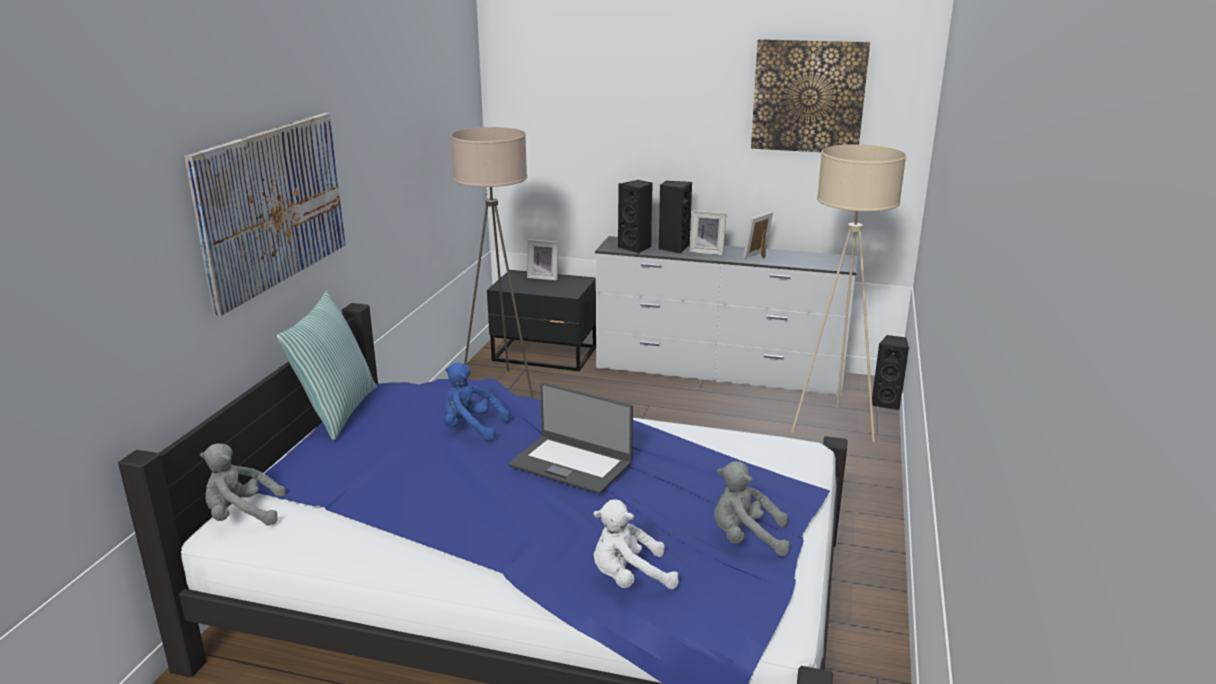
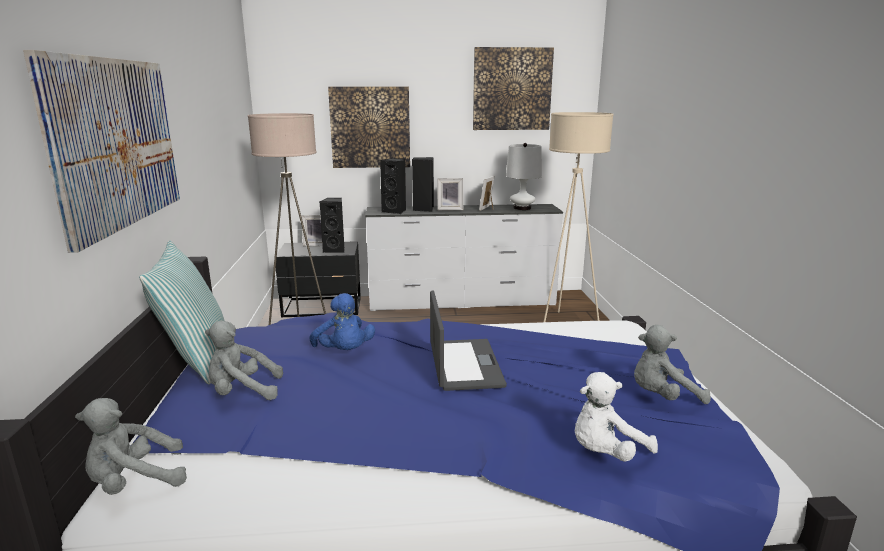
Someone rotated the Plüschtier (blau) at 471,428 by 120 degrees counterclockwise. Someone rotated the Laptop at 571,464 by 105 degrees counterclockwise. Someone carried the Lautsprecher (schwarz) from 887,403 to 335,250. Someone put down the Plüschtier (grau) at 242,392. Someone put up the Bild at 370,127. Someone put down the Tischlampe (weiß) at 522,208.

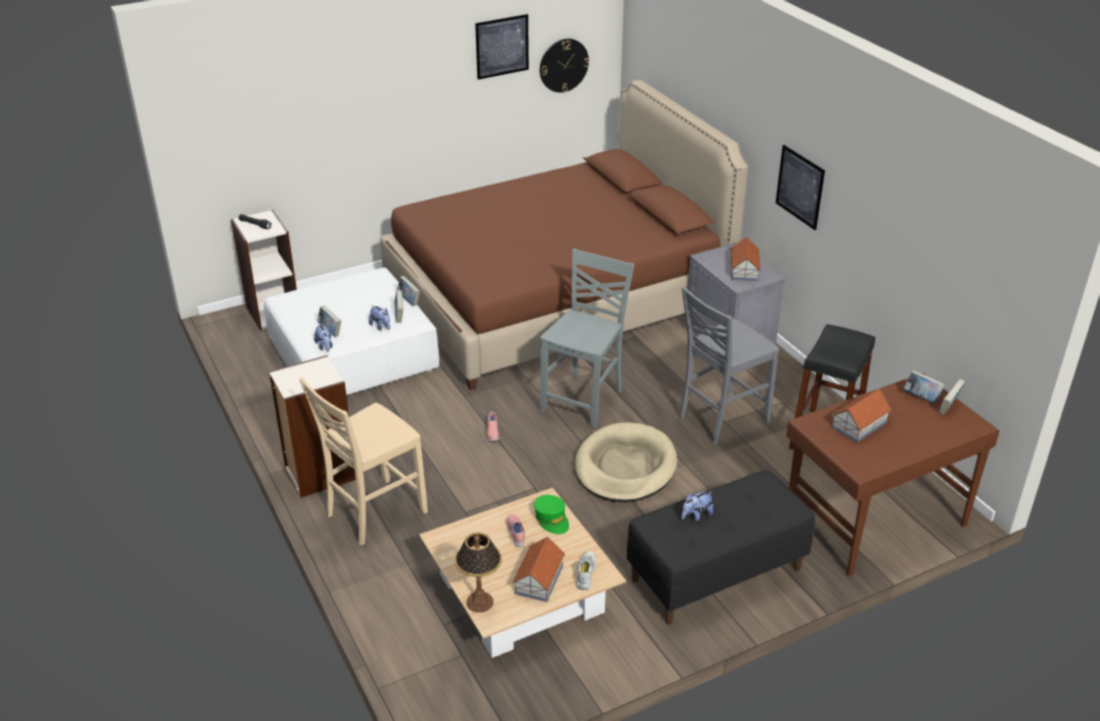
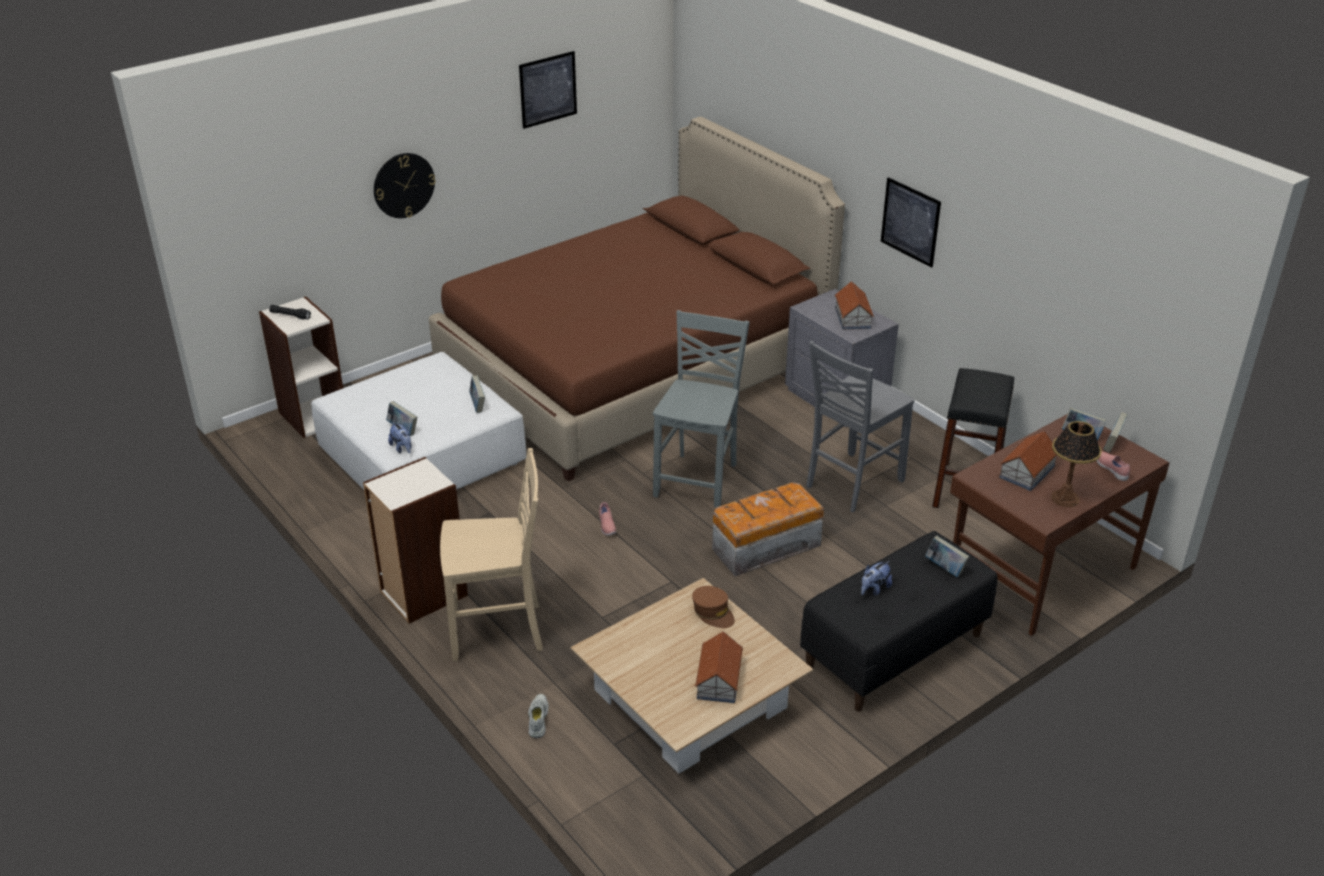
Someone rotated the Stuhl (beige) at 374,513 by 135 degrees counterclockwise. Someone took away the Plüschtier at 381,327. Someone carried the Buch from 409,300 to 945,568. Someone carried the Tischlampe from 480,602 to 1065,498. Someone carried the Schuh (rosa) from 516,534 to 1111,470. Someone repainted the Kappe (grün) at 552,519, which became the Kappe (braun) at 713,612. Someone carried the Wanduhr from 563,65 to 403,185. Someone swapped the Hundebett (beige) at 625,467 for the Aufbewahrungsbox at 763,547. Someone carried the Schuh (weiß) from 585,573 to 537,719.

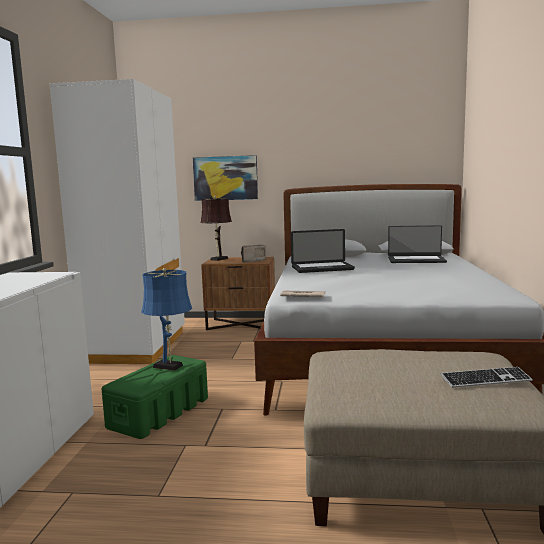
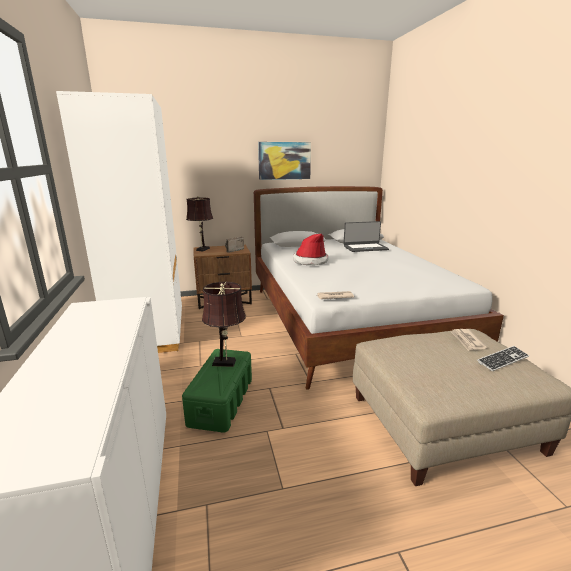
Someone repainted the Tischlampe (blau) at 170,367, which became the Tischlampe (braun) at 226,363. Someone carried the Bild from 225,178 to 284,160. Someone swapped the Laptop at 322,268 for the Hut at 310,261. Someone put down the Zeitung at 467,341.

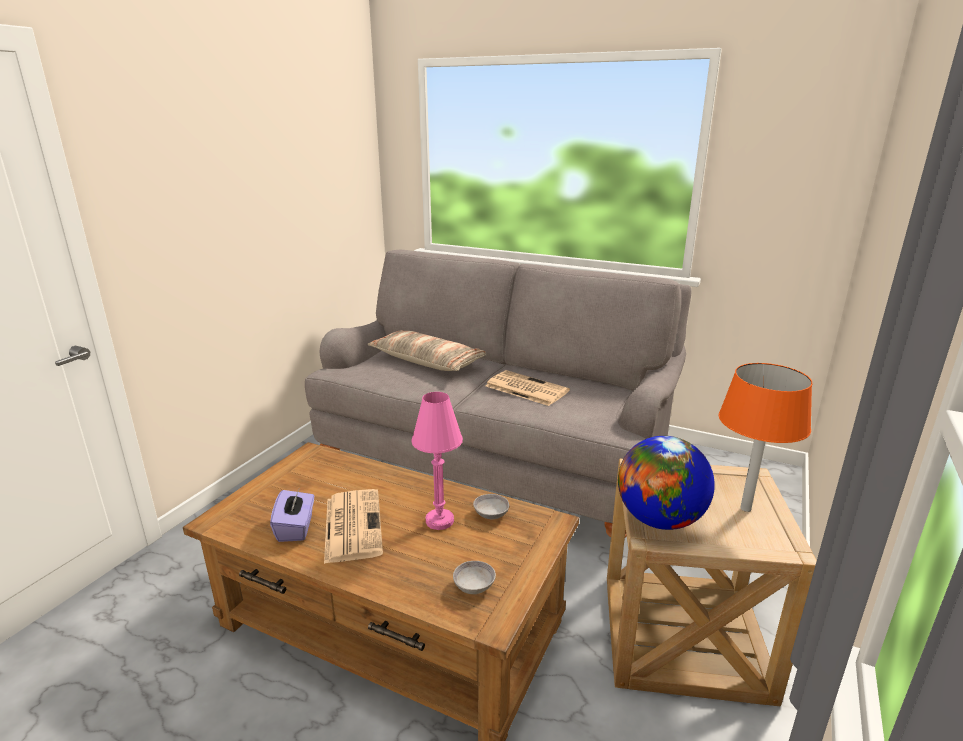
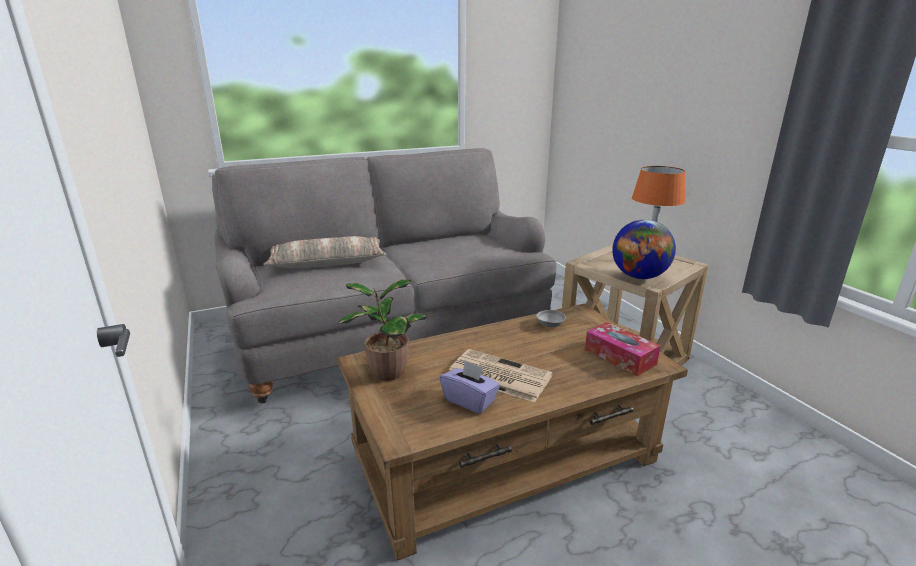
Someone took away the Tischlampe (rosa) at 439,521. Someone swapped the Schüssel (grau) at 474,586 for the Taschentuchbox at 620,356. Someone took away the Zeitung at 525,388. Someone put down the Topfpflanze at 386,372.

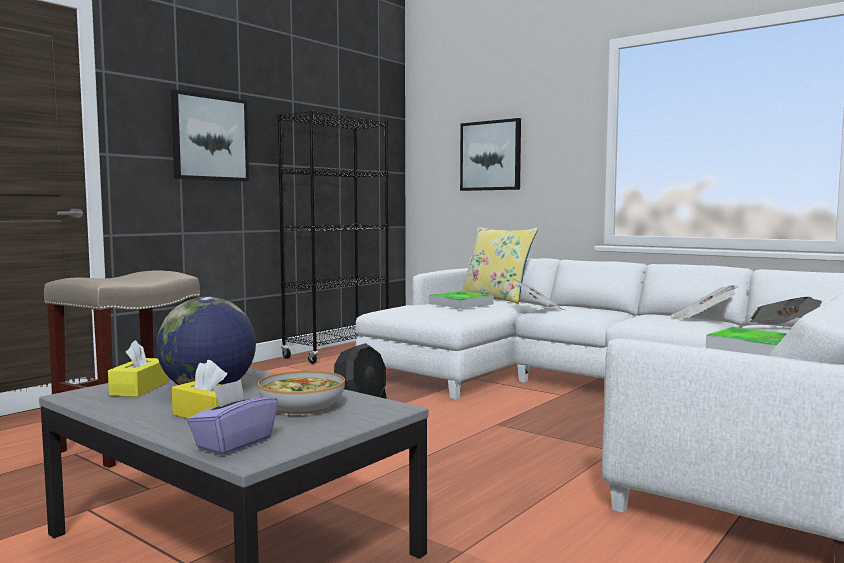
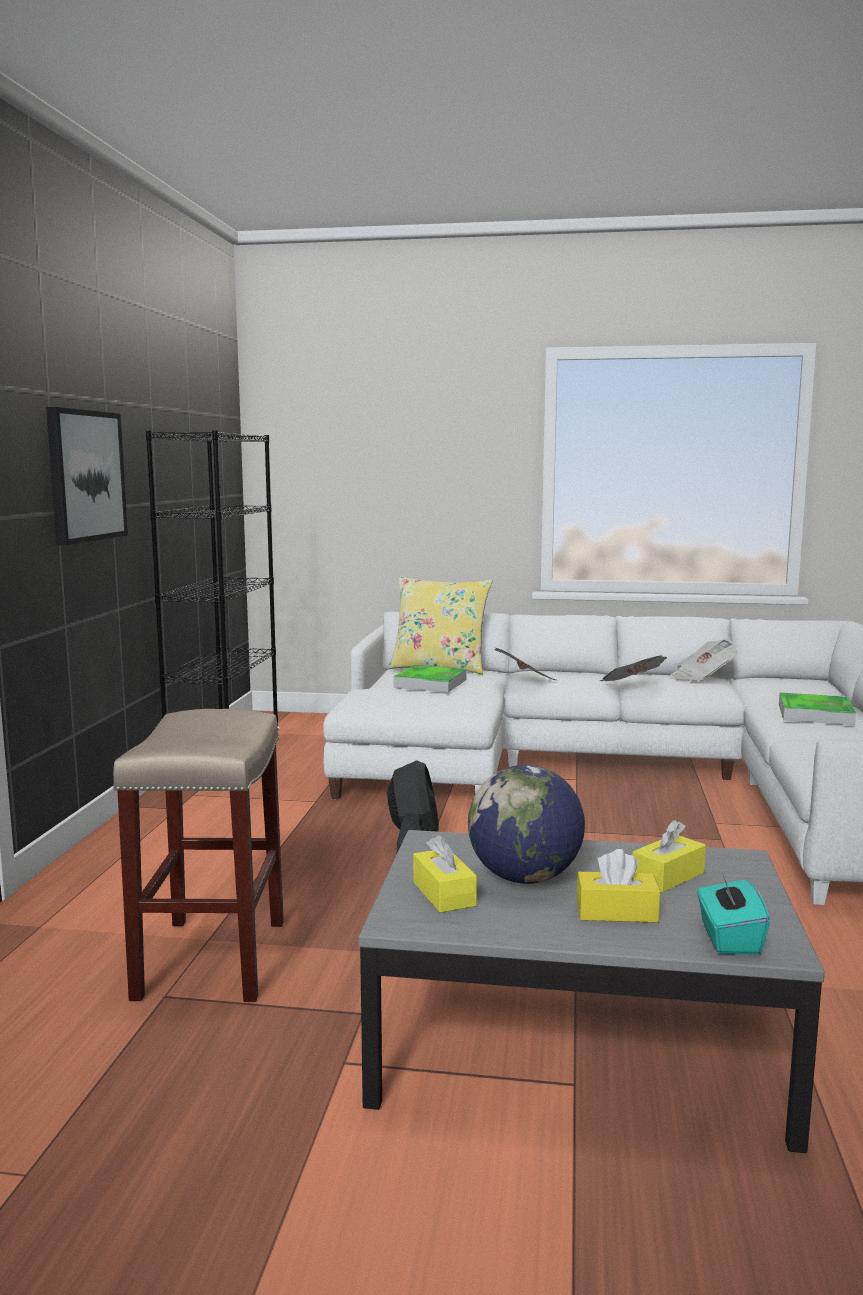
Someone repainted the Taschentuchbox (lila) at 233,443, which became the Taschentuchbox (türkis) at 729,938. Someone swapped the Schüssel at 302,407 for the Taschentuchbox (gelb) at 667,876. Someone took away the Bild at 491,155. Someone carried the Zeitung from 783,329 to 632,686.

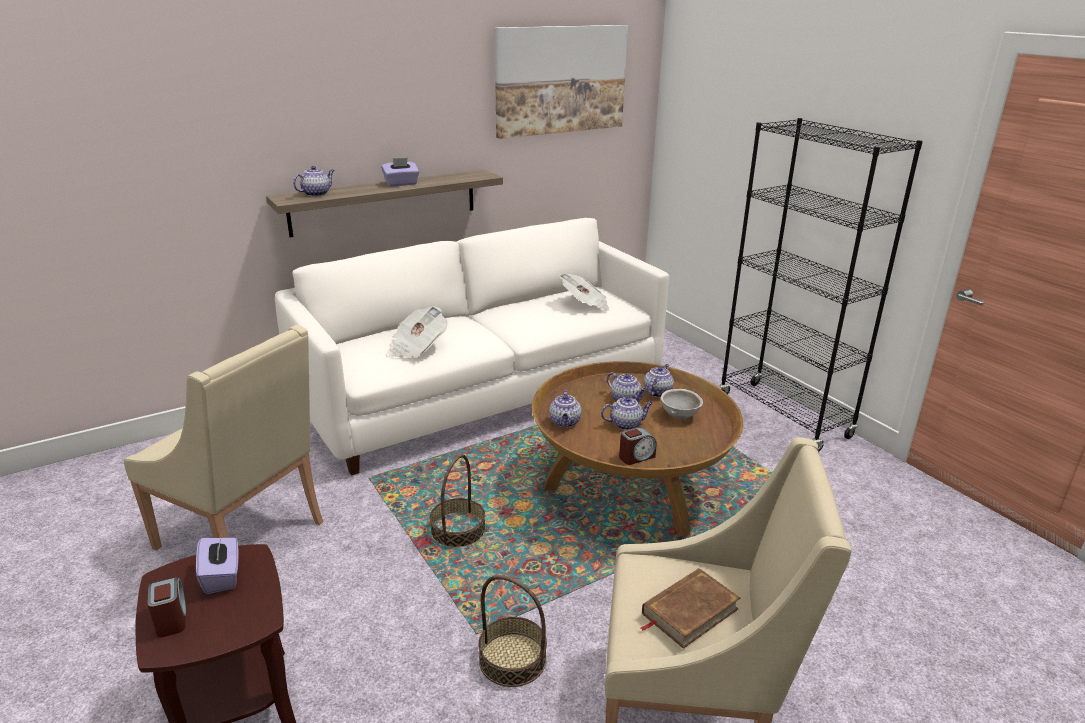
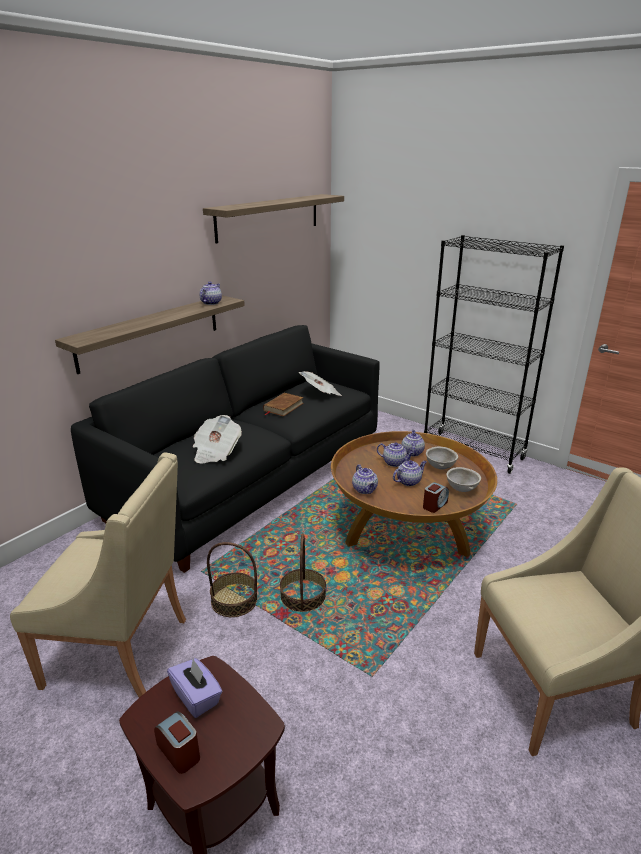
Someone repainted the Sofa (weiß) at 483,394, which became the Sofa (schwarz) at 250,479. Someone carried the Teekanne from 316,194 to 211,303. Someone took away the Taschentuchbox (lila) at 401,184. Someone carried the Korb from 512,659 to 234,600. Someone swapped the Bild at 560,80 for the Wandregal at 269,217. Someone carried the Buch (braun) from 689,611 to 283,407. Someone put down the Schüssel (grau) at 462,489.

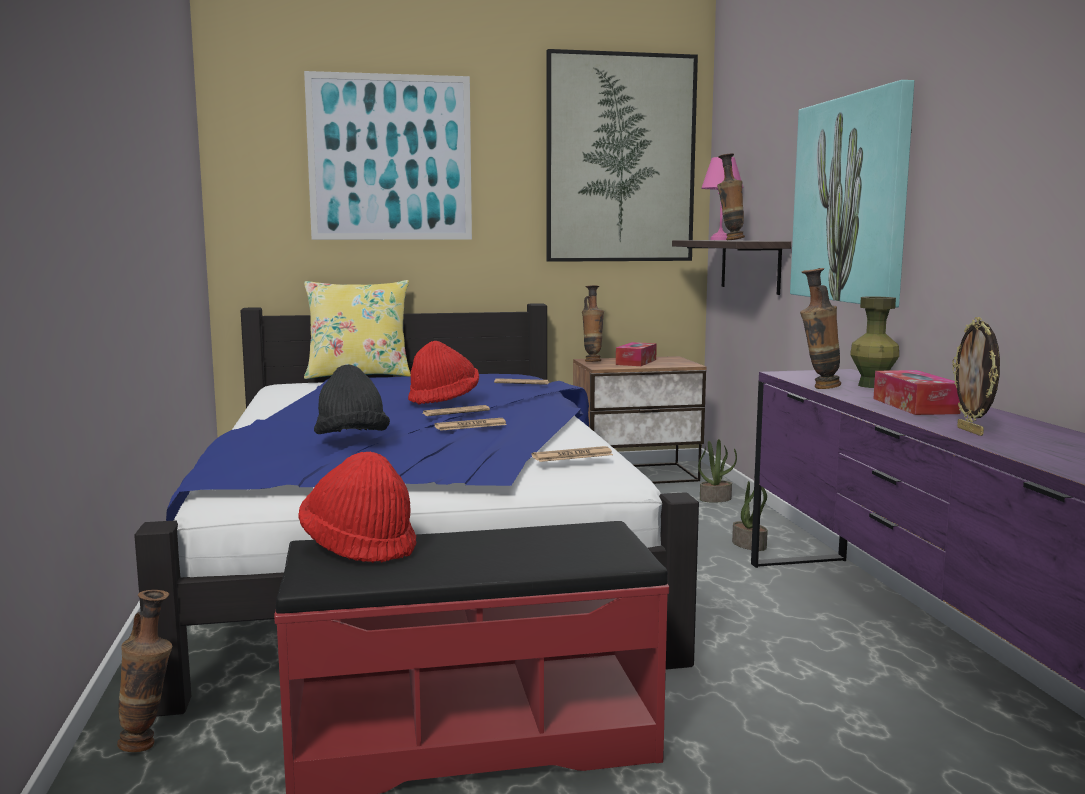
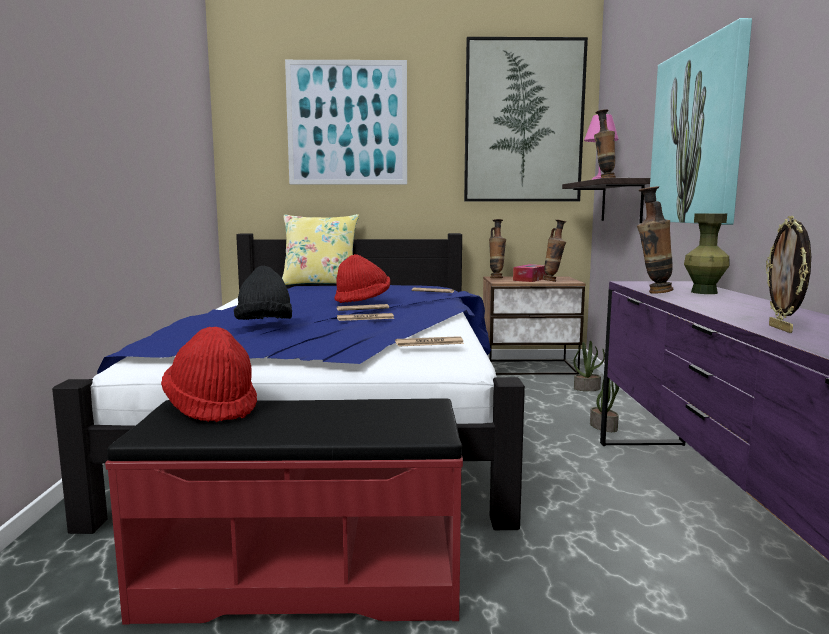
Someone carried the Vase from 149,744 to 553,281. Someone took away the Taschentuchbox at 914,406.

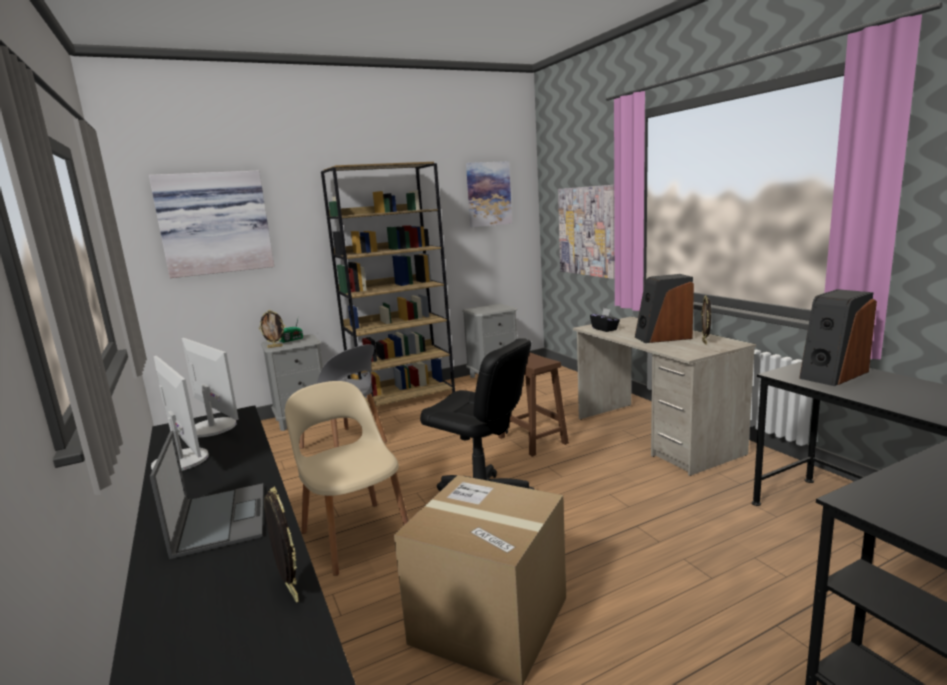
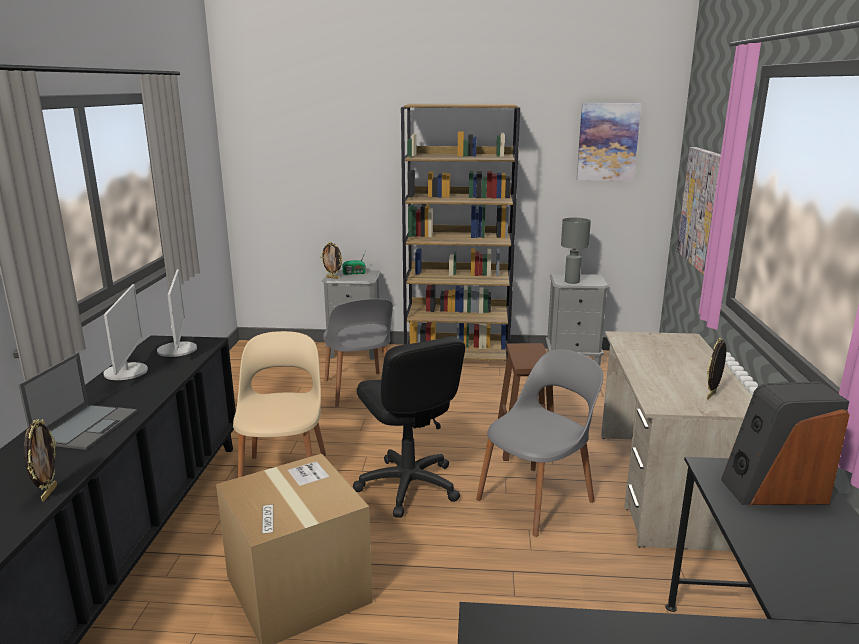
Someone took away the Bild at 214,223. Someone took away the Taschentuchbox (schwarz) at 604,329. Someone took away the Lautsprecher at 663,337. Someone put down the Stuhl (grau) at 537,499. Someone put down the Tischlampe (grau) at 571,281.

